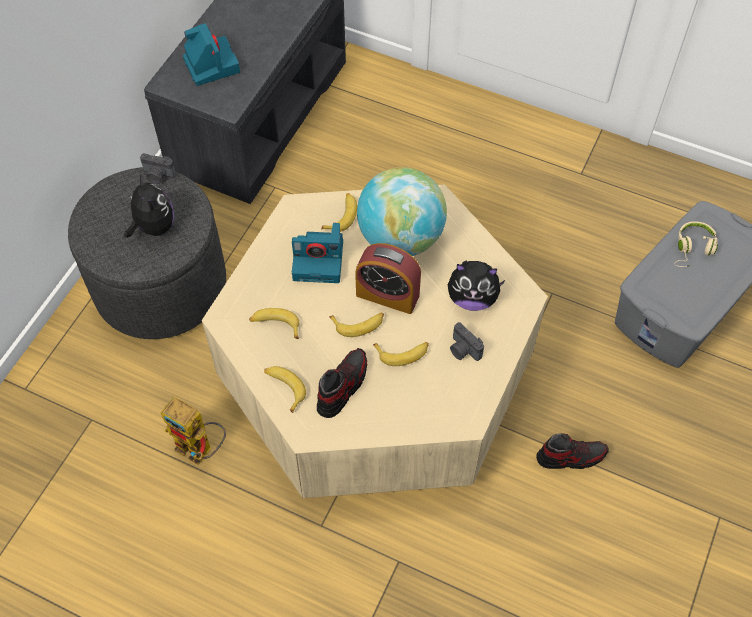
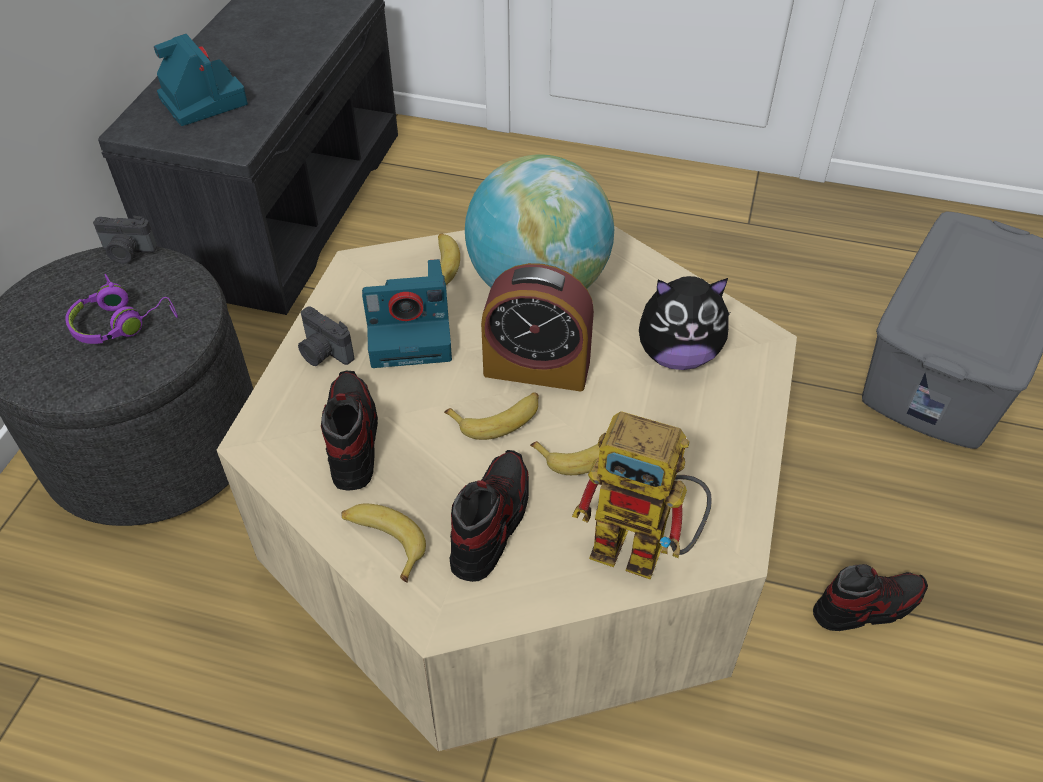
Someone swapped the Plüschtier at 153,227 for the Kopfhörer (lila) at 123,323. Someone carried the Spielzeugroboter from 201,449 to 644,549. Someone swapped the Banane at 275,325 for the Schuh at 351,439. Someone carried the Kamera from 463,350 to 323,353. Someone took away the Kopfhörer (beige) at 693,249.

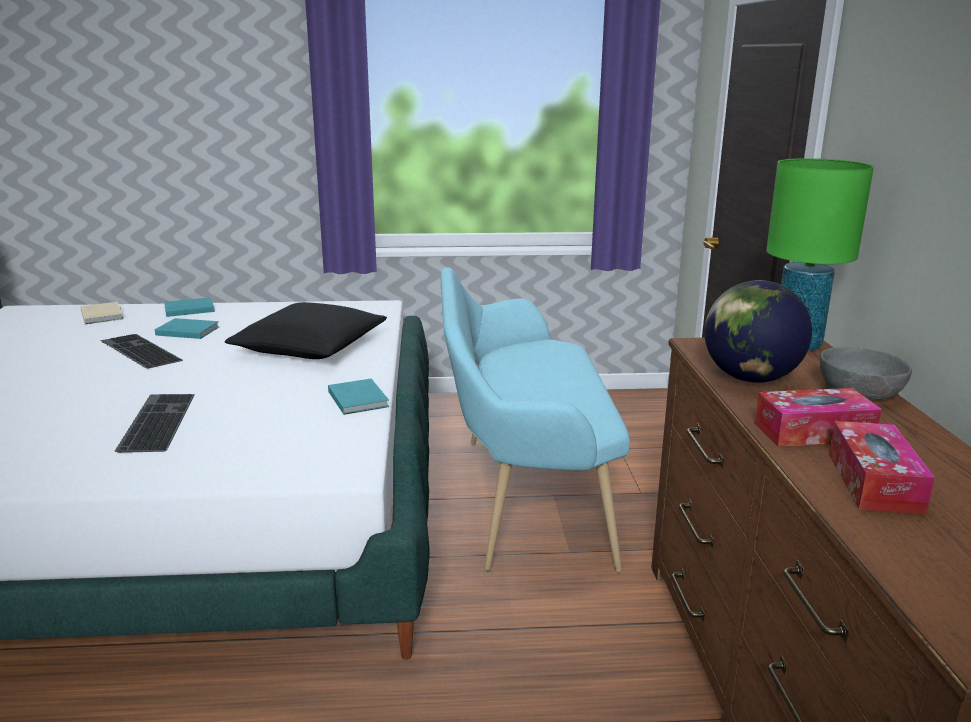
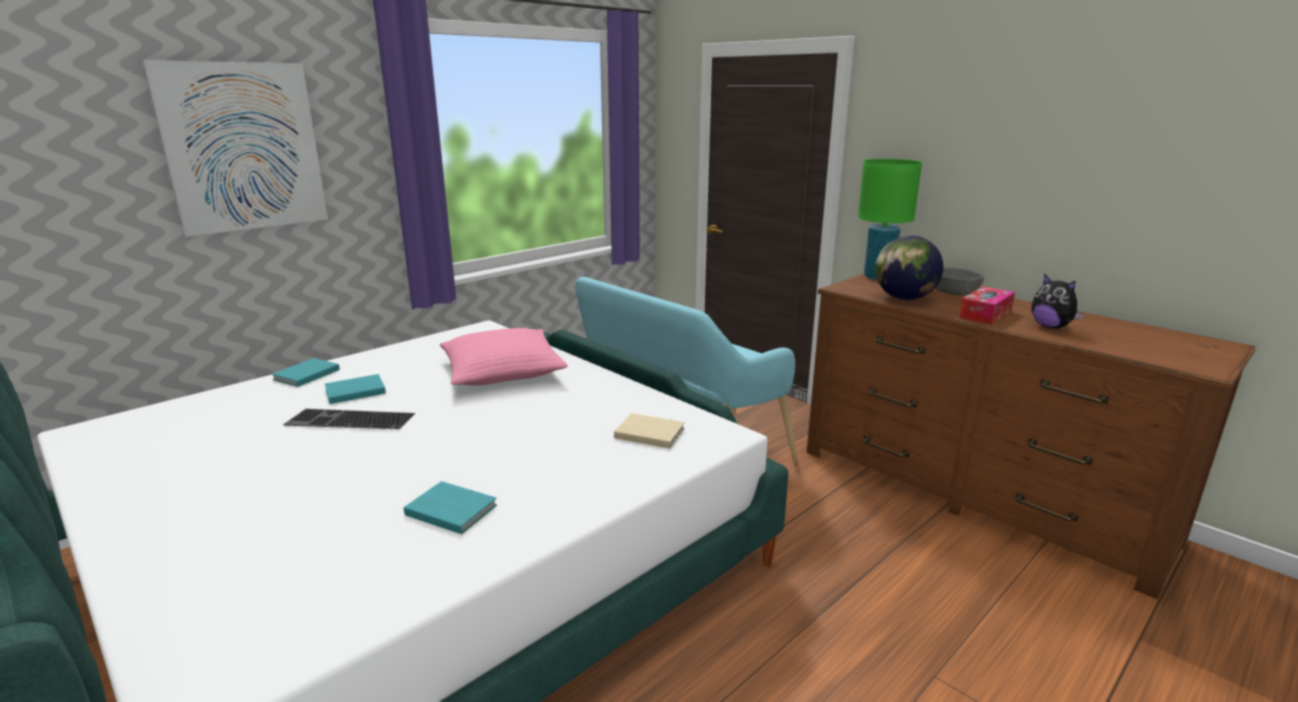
Someone carried the Buch (beige) from 103,315 to 648,432. Someone took away the Tastatur at 155,421. Someone repainted the Kissen (schwarz) at 309,347, which became the Kissen (rosa) at 502,371. Someone carried the Buch (türkis) from 358,398 to 450,509. Someone swapped the Taschentuchbox at 874,482 for the Plüschtier at 1051,327. Someone put up the Bild at 243,147.

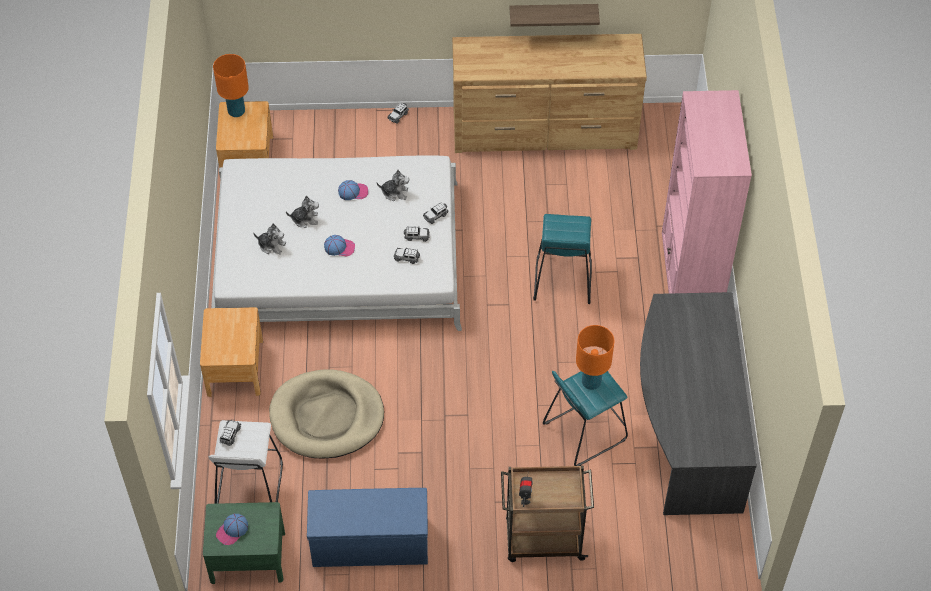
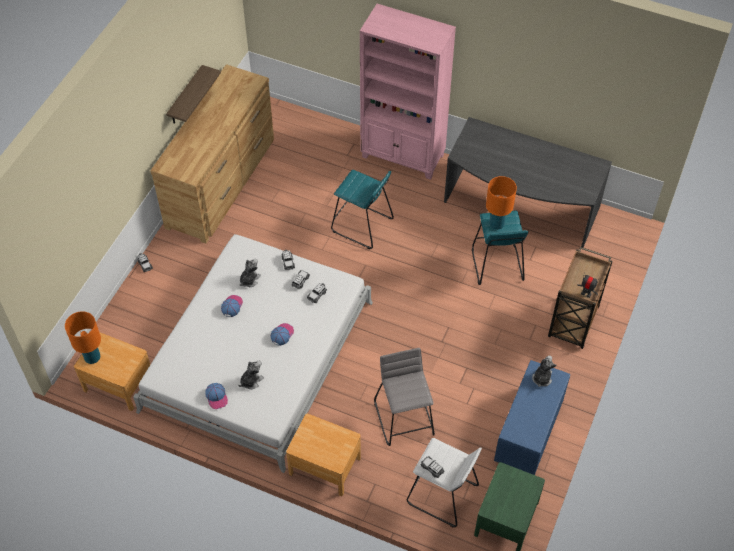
Someone carried the Kappe from 232,531 to 217,397. Someone swapped the Hundebett (beige) at 327,417 for the Hocker (grau) at 405,418. Someone carried the Plüschtier from 305,219 to 542,378.

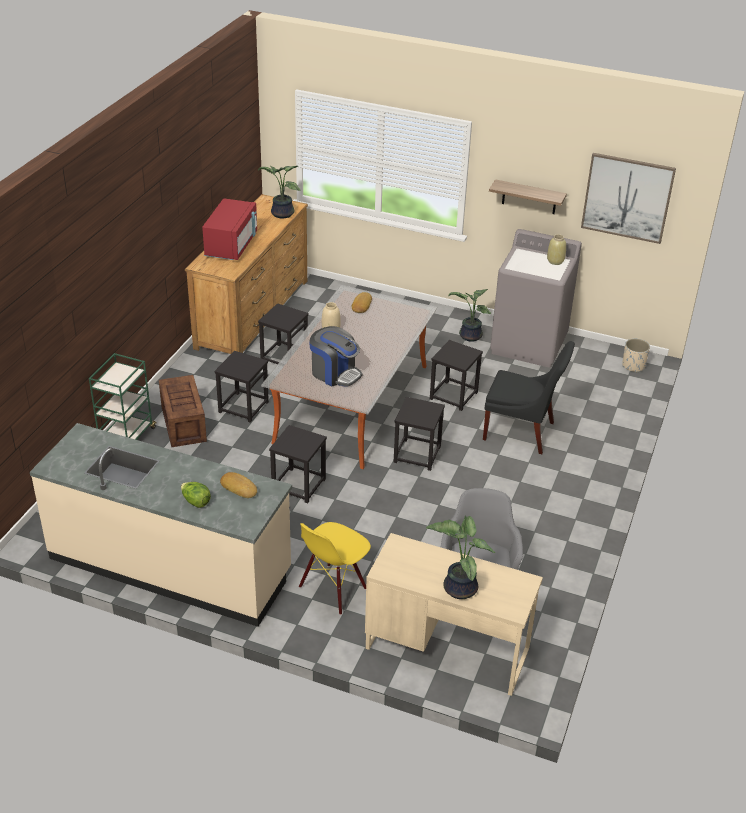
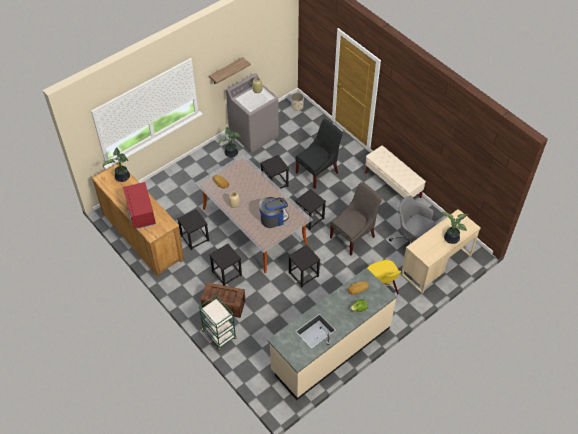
Someone rotated the Mikrowelle (rot) at 231,246 by 150 degrees counterclockwise. Someone took away the Bild at 627,197. Someone put down the Stuhl (grau) at 354,236. Someone put down the Bank (beige) at 393,185.

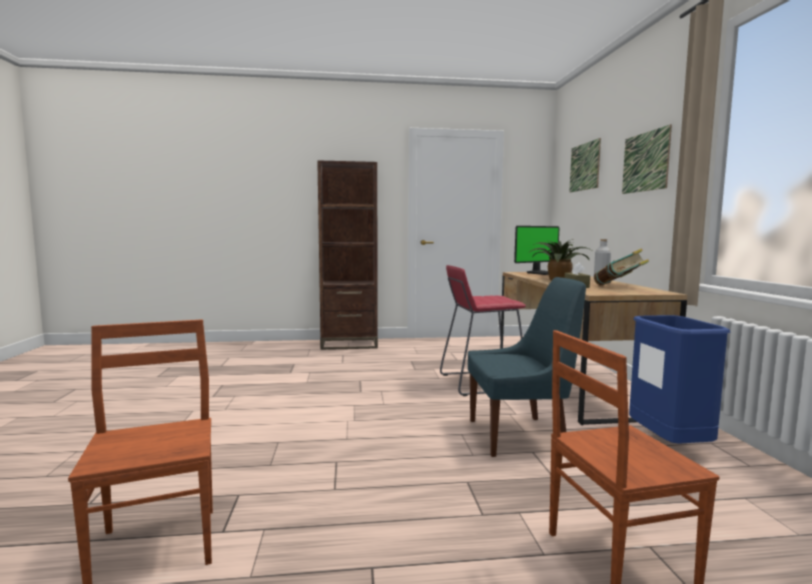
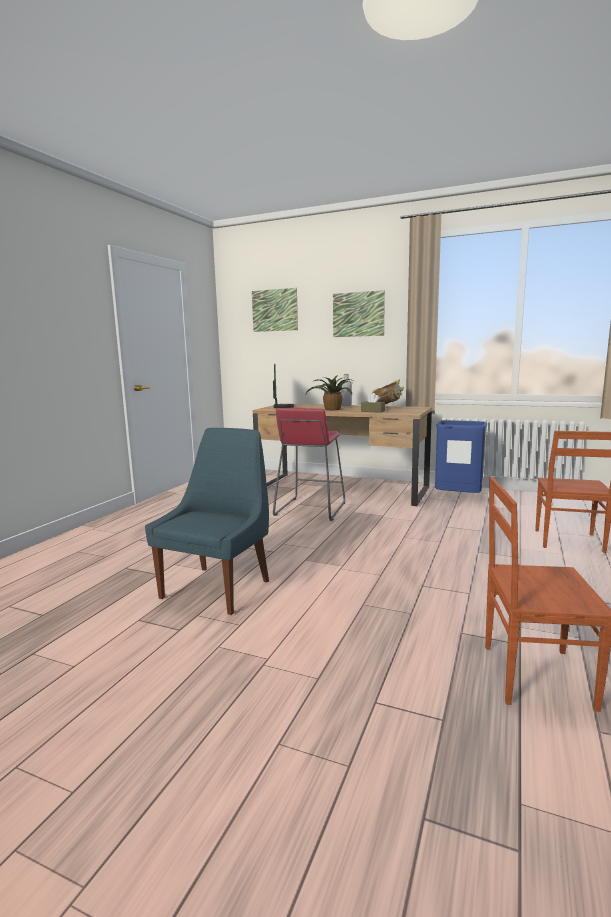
Someone took away the Bücherregal (braun) at 349,344. Someone carried the Stuhl (blau) from 520,436 to 218,588.

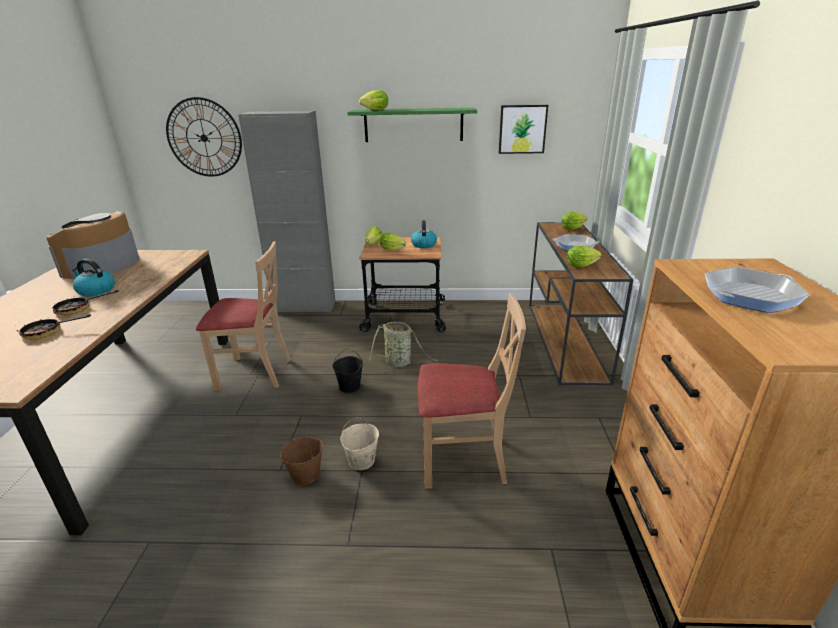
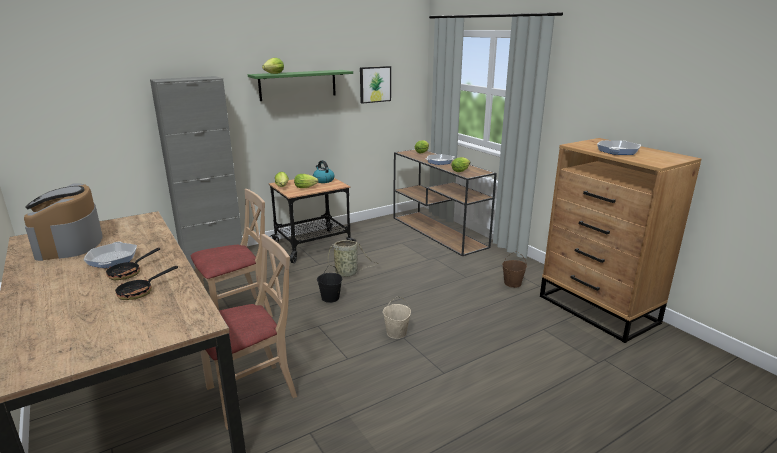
Someone swapped the Wasserkessel at 95,290 for the Pfanne at 112,259. Someone took away the Wanduhr at 204,138. Someone carried the Eimer (braun) from 306,475 to 512,283. Someone carried the Stuhl (beige) from 463,459 to 251,393.

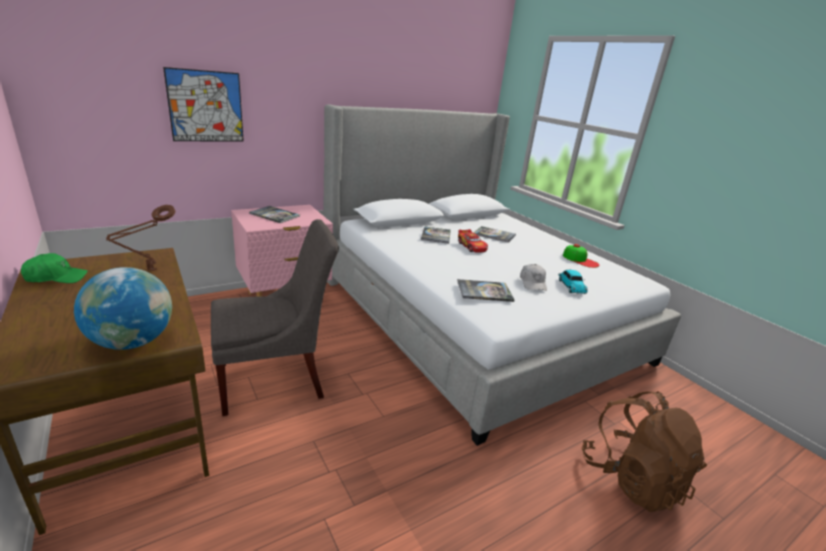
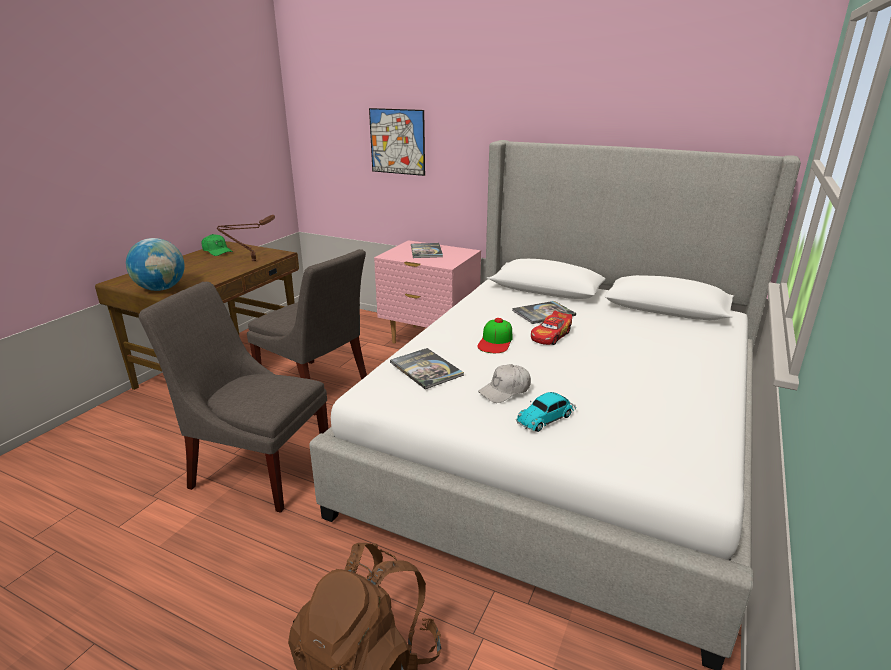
Someone took away the Buch at 494,235. Someone carried the Kappe from 580,260 to 495,341. Someone put down the Stuhl (grau) at 257,468.

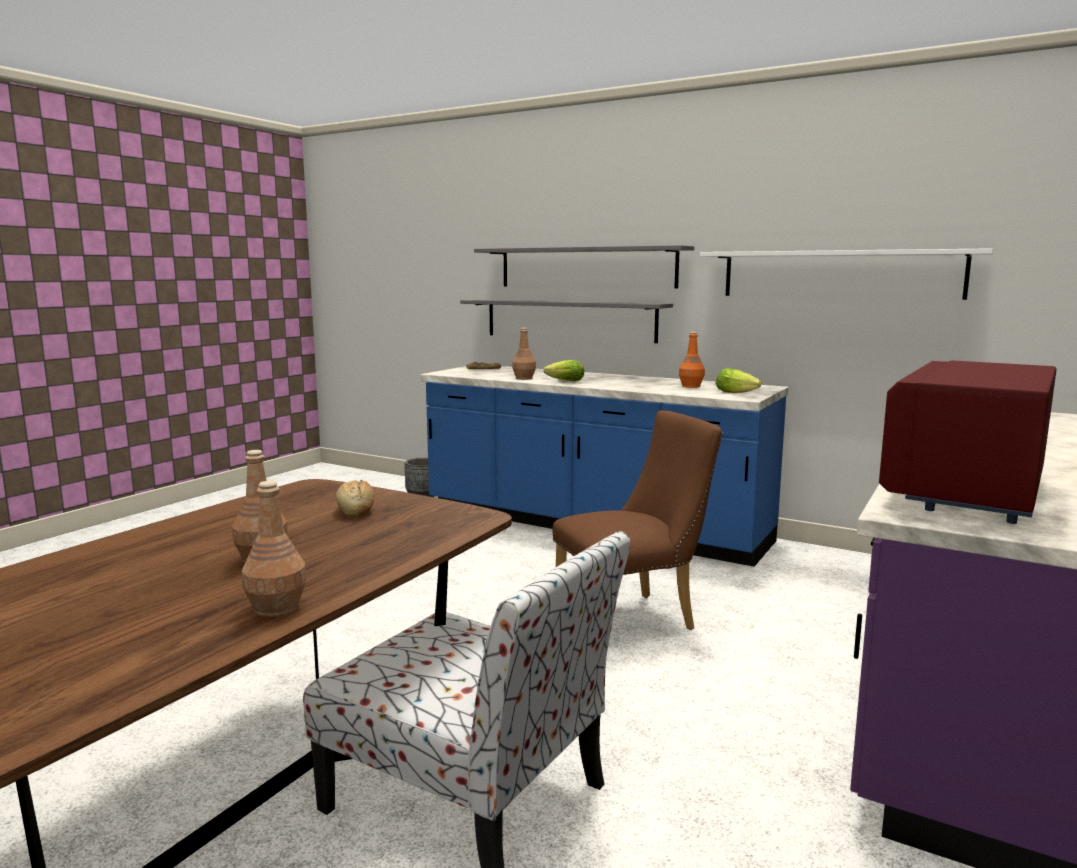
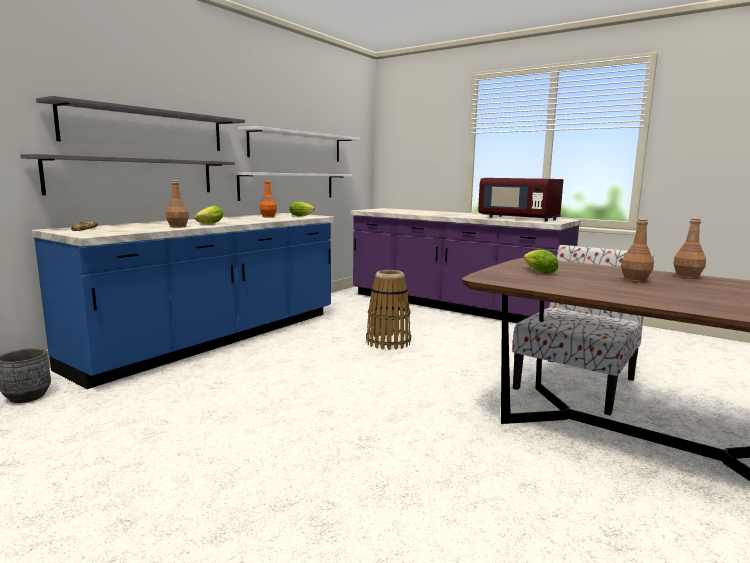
Someone swapped the Brot at 355,511 for the Salatkopf at 537,272. Someone swapped the Stuhl (braun) at 634,620 for the Korb at 388,342. Someone put up the Wandregal (weiß) at 288,186.

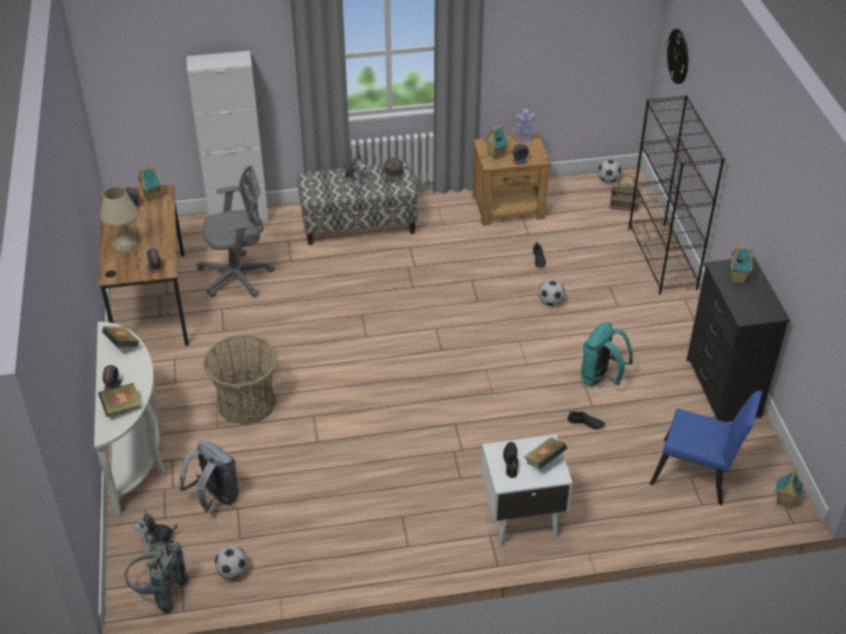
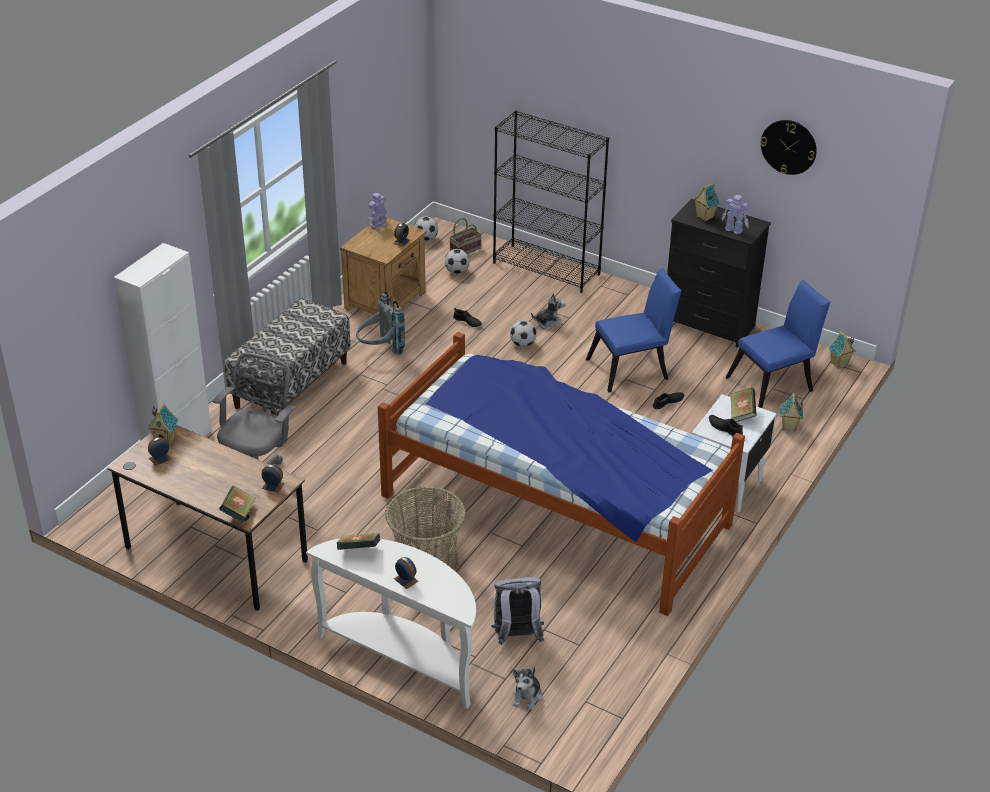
Someone carried the Buch from 122,408 to 238,513. Someone took away the Tischlampe (beige) at 125,243. Someone carried the Rucksack (grau) from 158,592 to 380,350. Someone carried the Fußball from 232,571 to 457,271. Someone carried the Plüschtier from 356,181 to 548,323. Someone took away the Kappe (grün) at 394,173. Someone carried the Spielzeughaus from 495,155 to 788,427. Someone swapped the Rucksack (türkis) at 601,378 for the Stuhl (blau) at 632,369. Someone carried the Wanduhr from 678,56 to 788,146. Someone put down the Bett at 555,509. Someone put down the Spielzeugroboter at 733,229.

